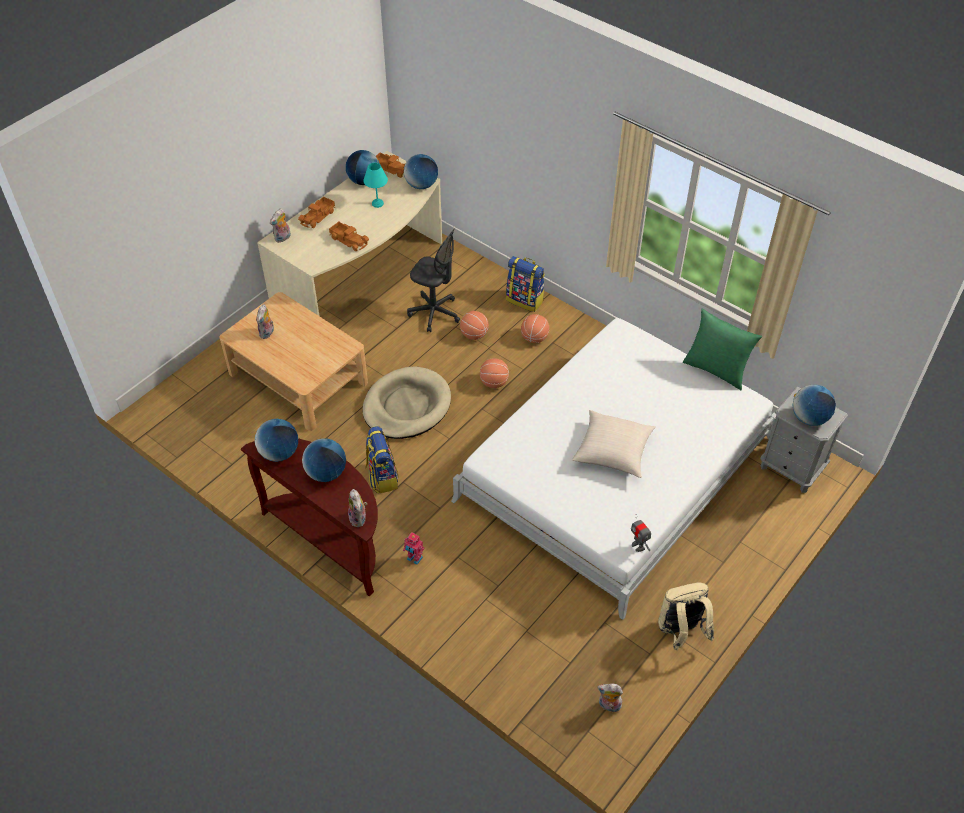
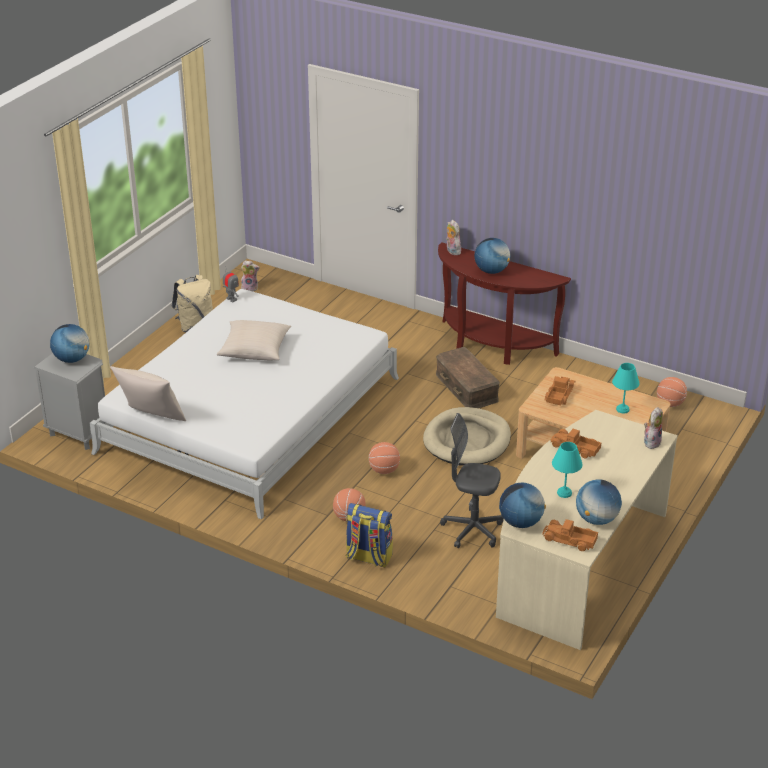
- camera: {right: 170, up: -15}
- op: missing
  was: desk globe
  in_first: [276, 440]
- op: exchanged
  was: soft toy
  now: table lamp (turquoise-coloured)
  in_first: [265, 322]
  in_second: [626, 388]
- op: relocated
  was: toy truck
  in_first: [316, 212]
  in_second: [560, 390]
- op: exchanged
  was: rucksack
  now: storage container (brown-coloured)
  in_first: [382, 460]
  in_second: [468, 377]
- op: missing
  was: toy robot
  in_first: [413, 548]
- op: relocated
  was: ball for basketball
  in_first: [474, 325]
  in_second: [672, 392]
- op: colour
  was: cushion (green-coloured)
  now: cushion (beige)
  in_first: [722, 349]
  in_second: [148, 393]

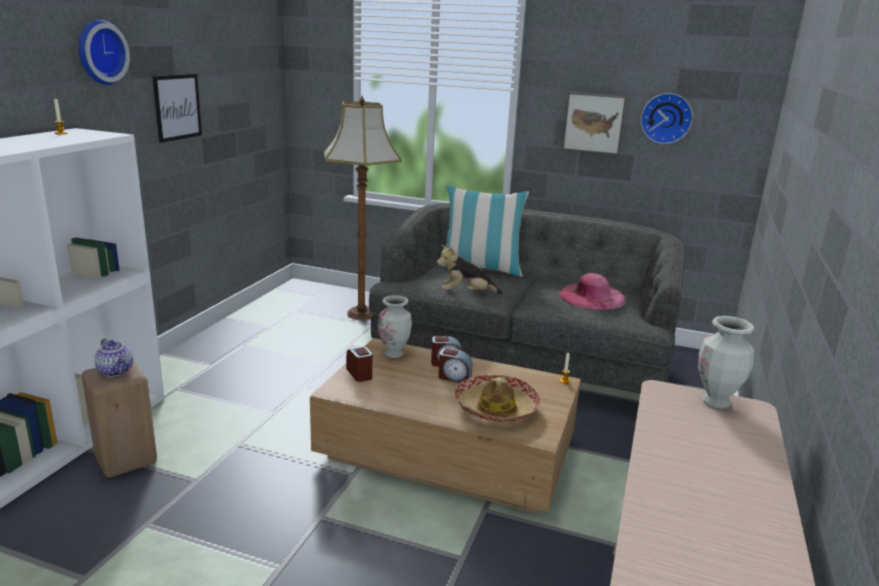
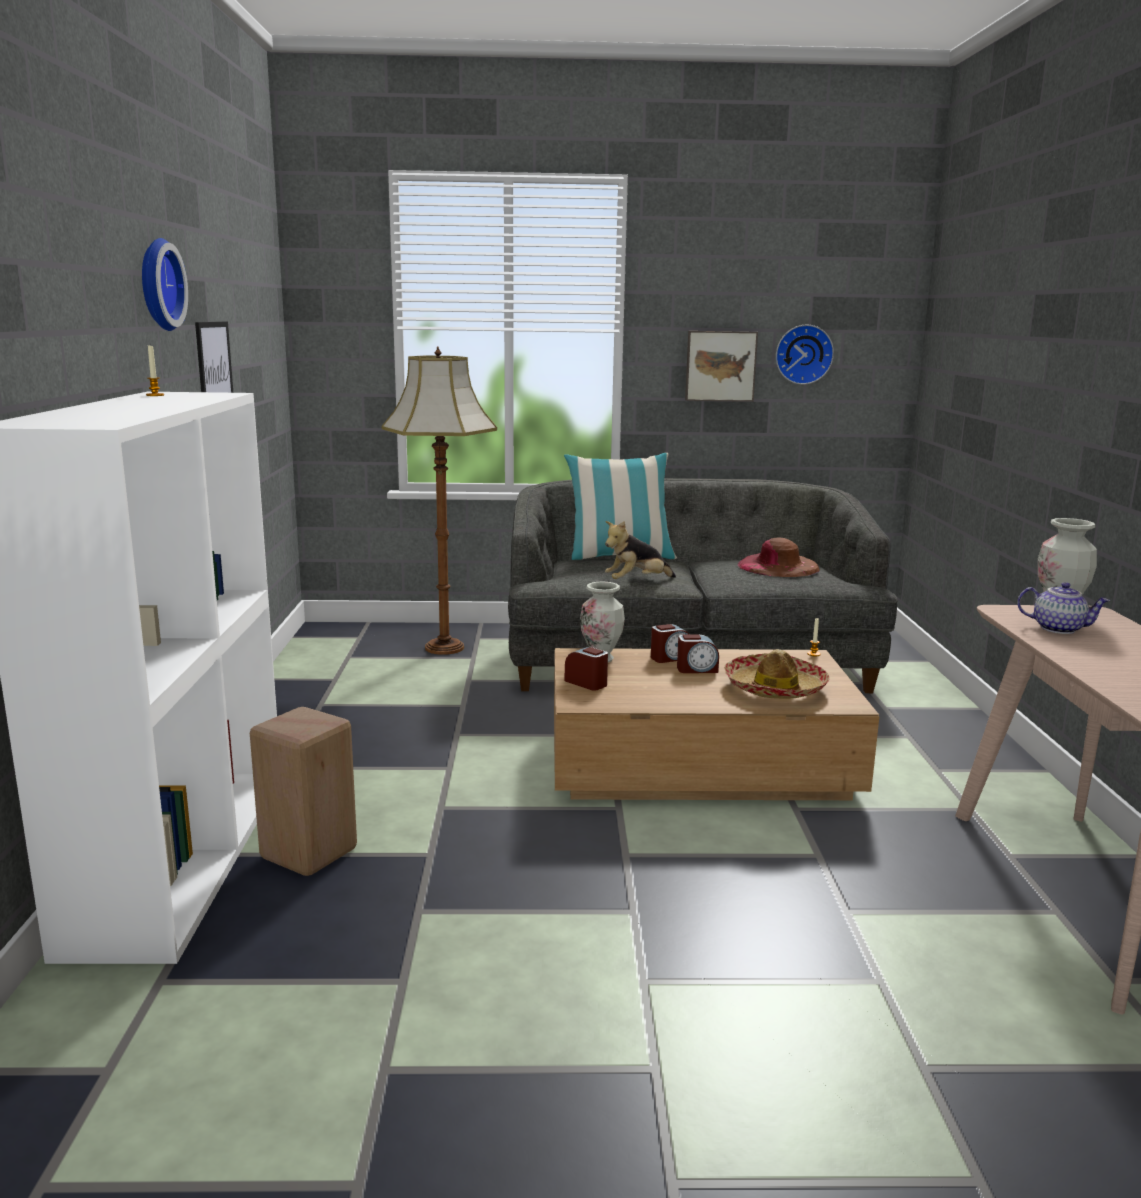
- camera: {right: -20, up: -5}
- op: relocated
  was: teapot
  in_first: [113, 358]
  in_second: [1063, 608]
- op: colour
  was: clothing hat (pink)
  now: clothing hat (brown-coloured)
  in_first: [592, 291]
  in_second: [778, 557]

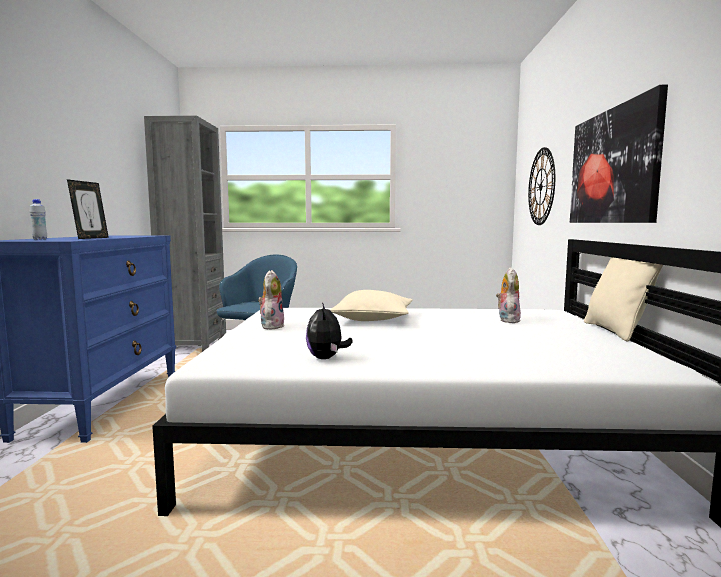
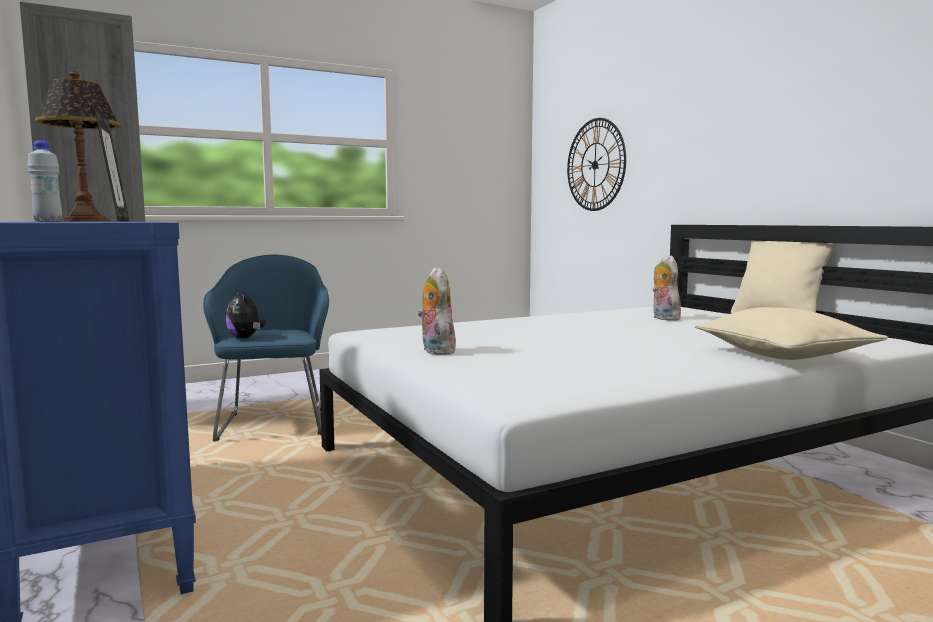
- camera: {right: -30, up: 0}
- op: relocated
  was: soft toy
  in_first: [329, 331]
  in_second: [245, 314]
- op: relocated
  was: cushion (beige)
  in_first: [371, 305]
  in_second: [791, 333]
- op: missing
  was: picture
  in_first: [619, 154]
- op: appeared
  now: table lamp
  in_second: [78, 146]

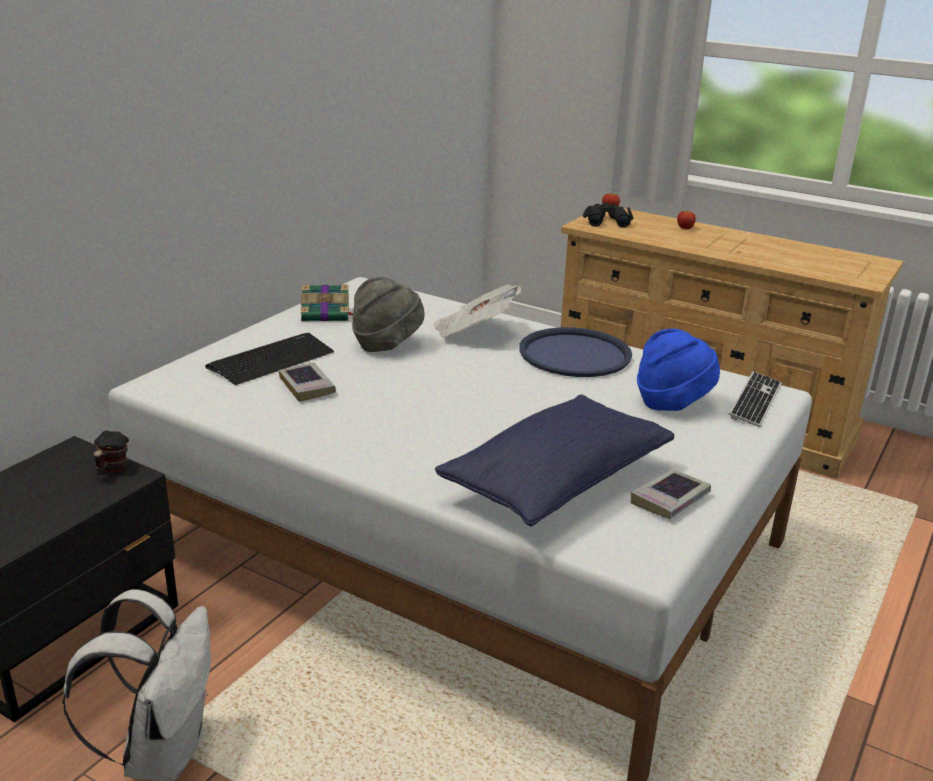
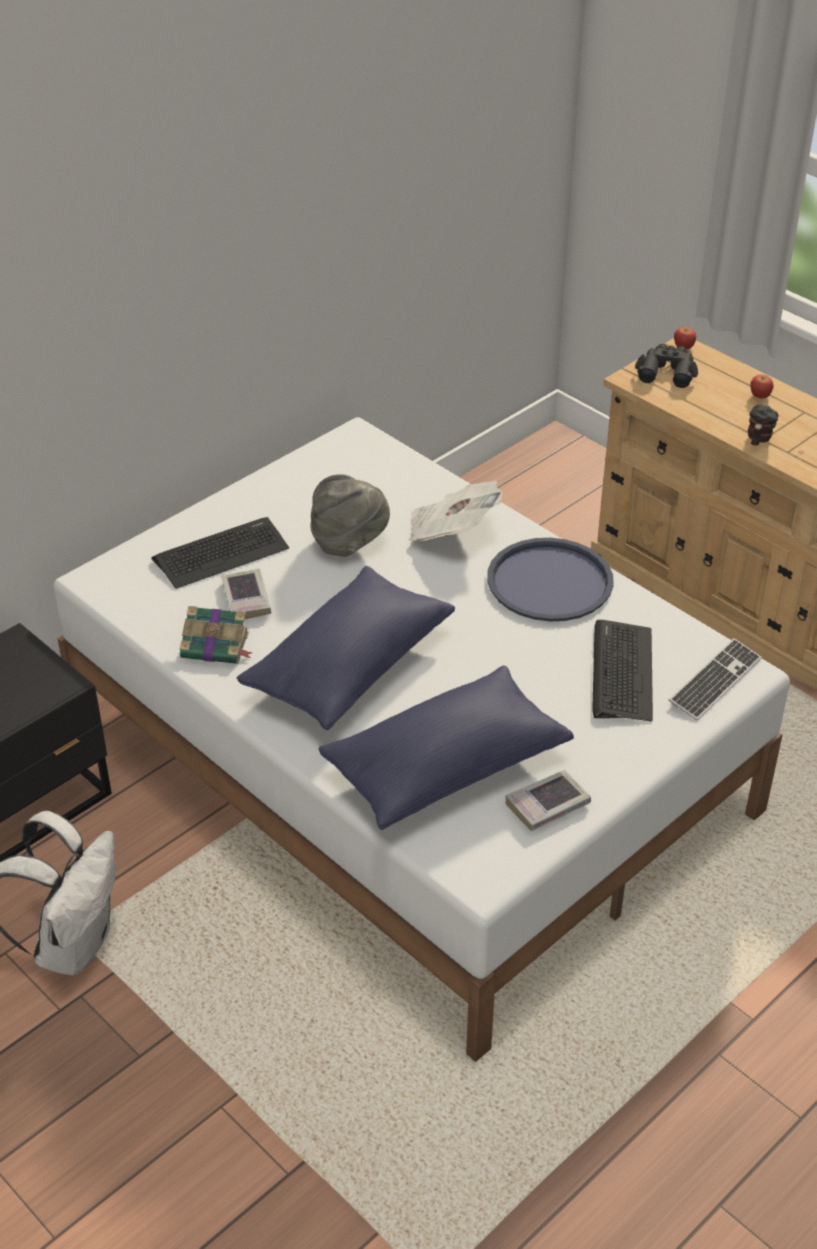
- camera: {right: 15, up: 15}
- op: relocated
  was: mug
  in_first: [111, 453]
  in_second: [763, 425]
- op: relocated
  was: volume
  in_first: [327, 303]
  in_second: [216, 635]
- op: exchanged
  was: clothing hat (blue)
  now: keyboard
  in_first: [678, 369]
  in_second: [622, 670]
- op: appeared
  now: cushion (blue)
  in_second: [346, 648]

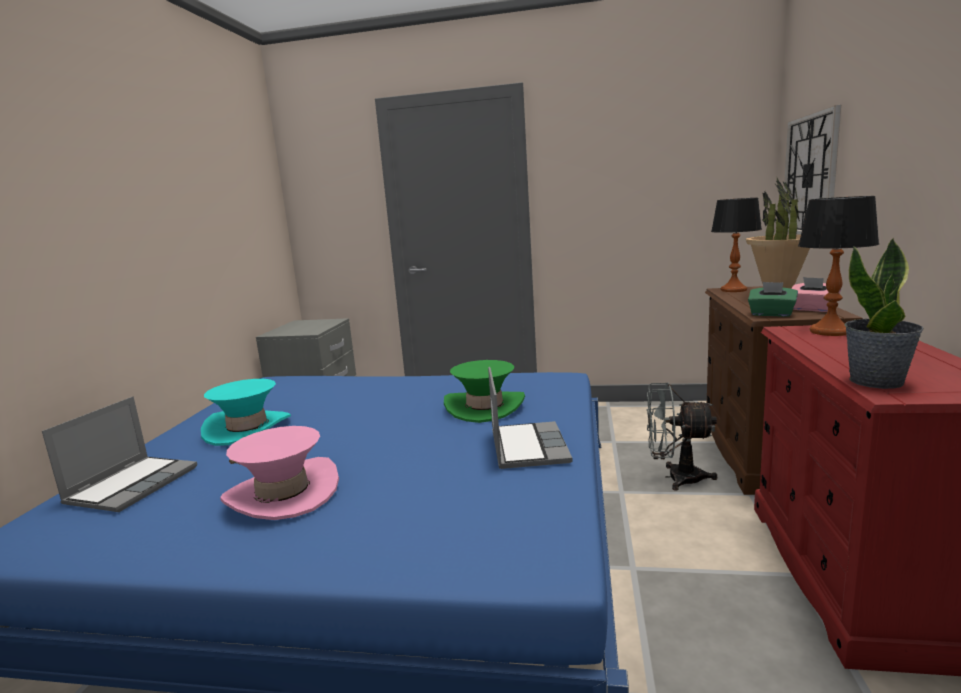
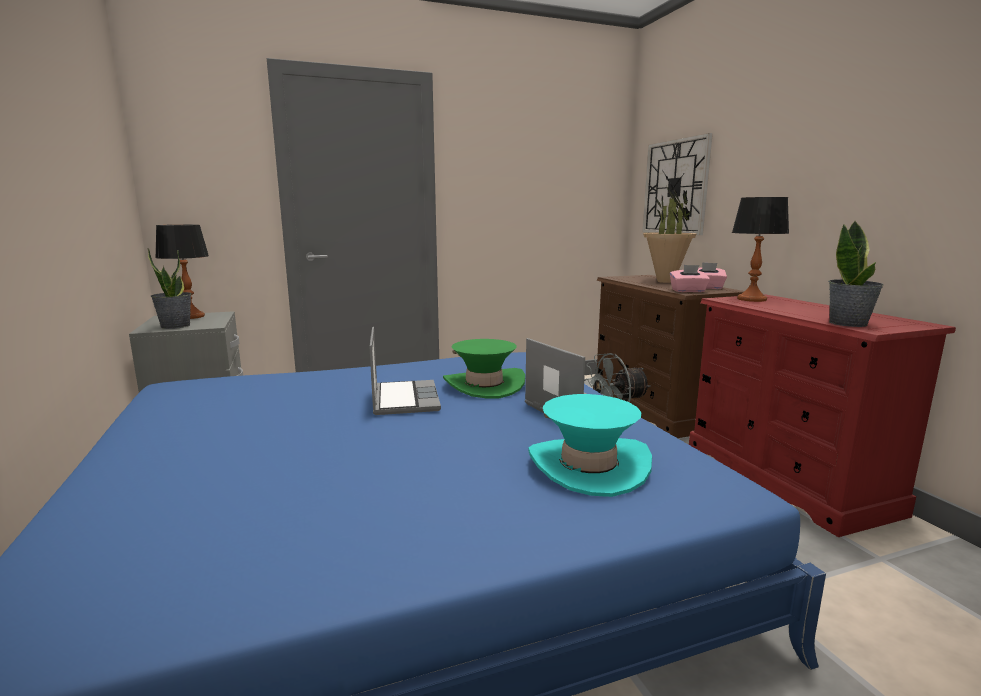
- camera: {right: -30, up: 0}
- op: relocated
  was: notebook computer
  in_first: [119, 454]
  in_second: [405, 371]
- op: relocated
  was: clothing hat (turquoise-coloured)
  in_first: [246, 412]
  in_second: [590, 445]
- op: missing
  was: clothing hat (pink)
  in_first: [279, 473]
- op: relocated
  was: table lamp
  in_first: [736, 245]
  in_second: [182, 272]
- op: colour
  was: box of tissues (green-coloured)
  now: box of tissues (pink)
  in_first: [773, 299]
  in_second: [690, 278]
- op: appeared
  now: potted plant
  in_second: [169, 288]

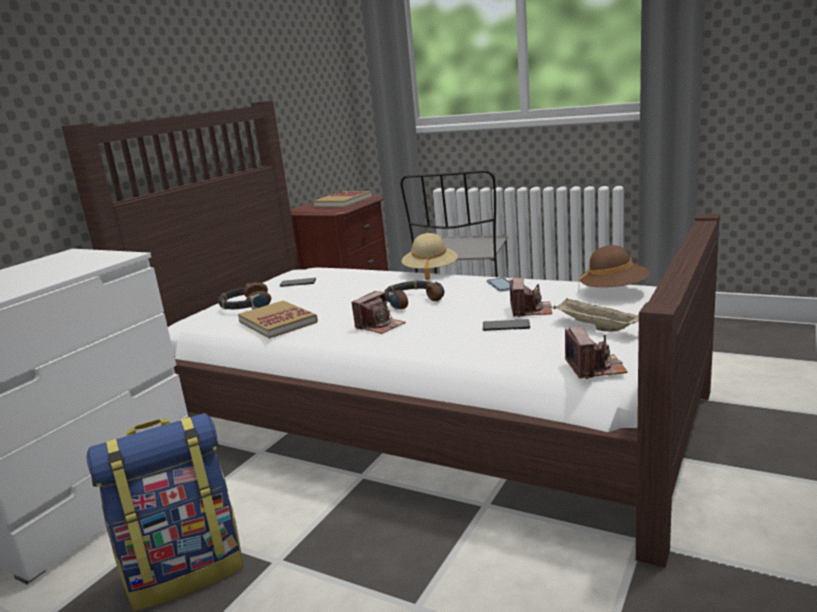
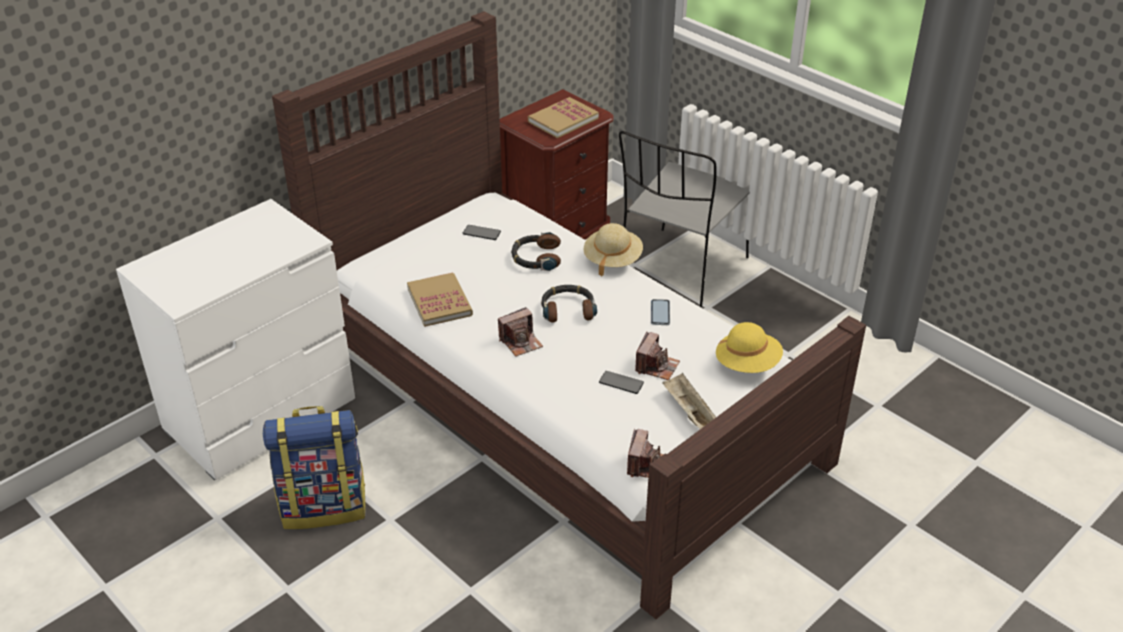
- camera: {right: 15, up: 20}
- op: relocated
  was: headphones
  in_first: [244, 296]
  in_second: [536, 251]
- op: colour
  was: clothing hat (brown-coloured)
  now: clothing hat (yellowish)
  in_first: [614, 266]
  in_second: [749, 347]

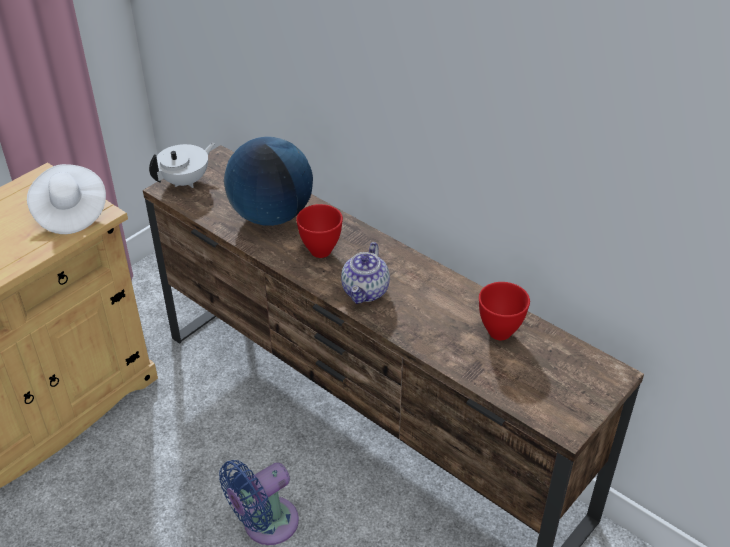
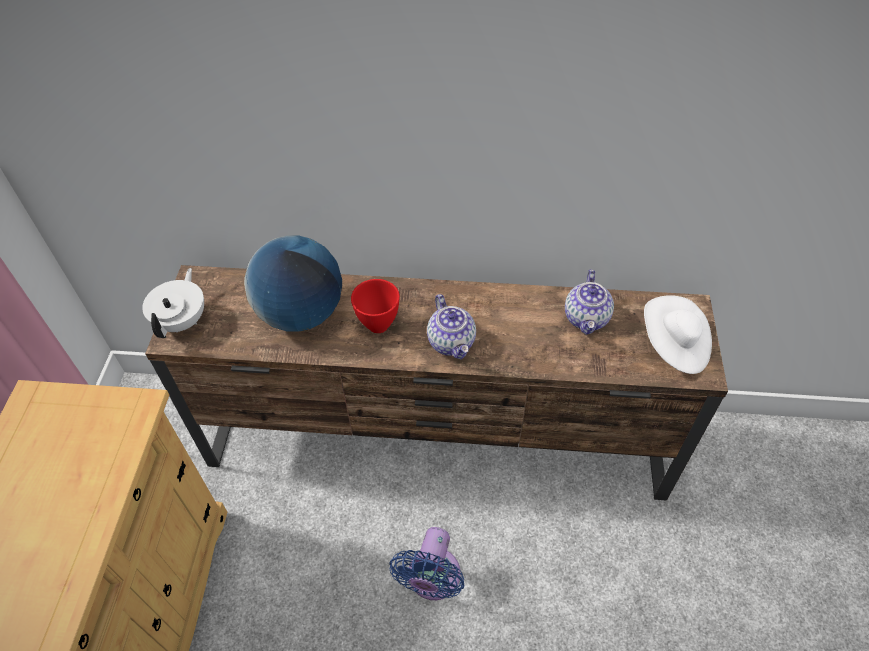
- camera: {right: -35, up: 10}
- op: relocated
  was: clothing hat (white-coloured)
  in_first: [66, 199]
  in_second: [678, 334]
- op: exchanged
  was: bowl (red-coloured)
  now: teapot
  in_first: [504, 311]
  in_second: [589, 302]

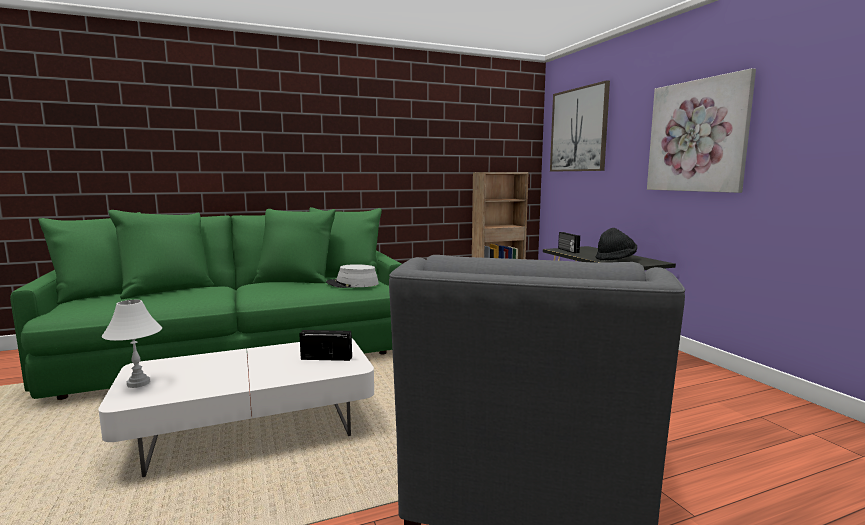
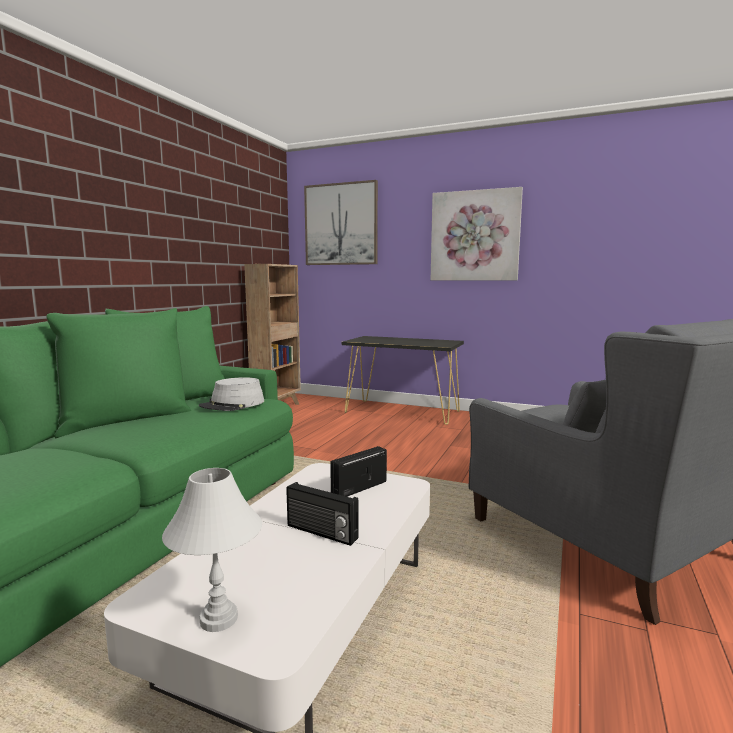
- camera: {right: -45, up: 0}
- op: relocated
  was: radio receiver
  in_first: [569, 242]
  in_second: [322, 514]
- op: missing
  was: clothing hat (black)
  in_first: [616, 244]

